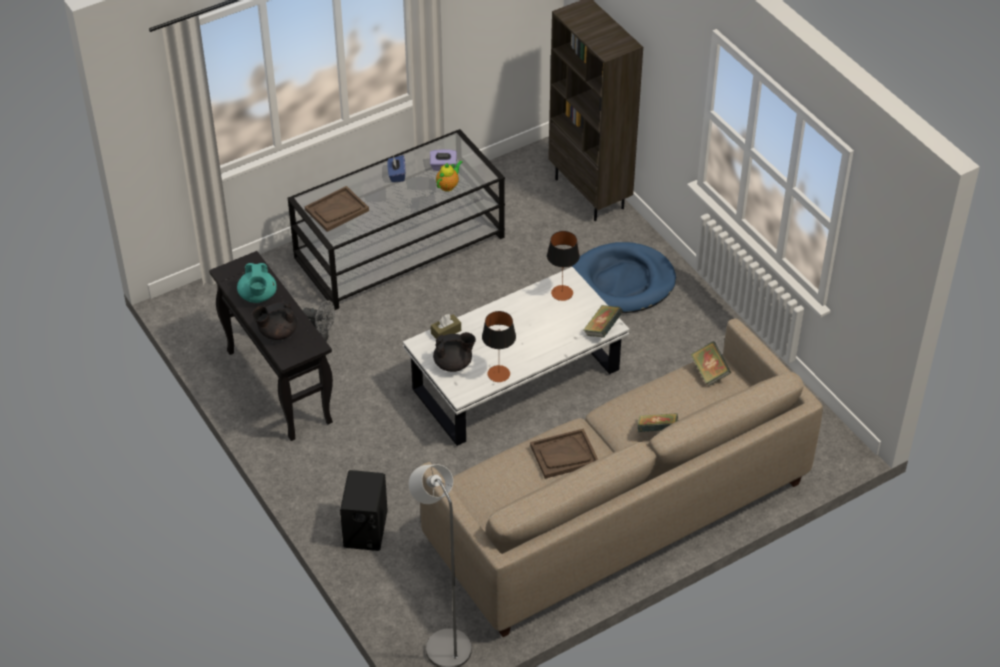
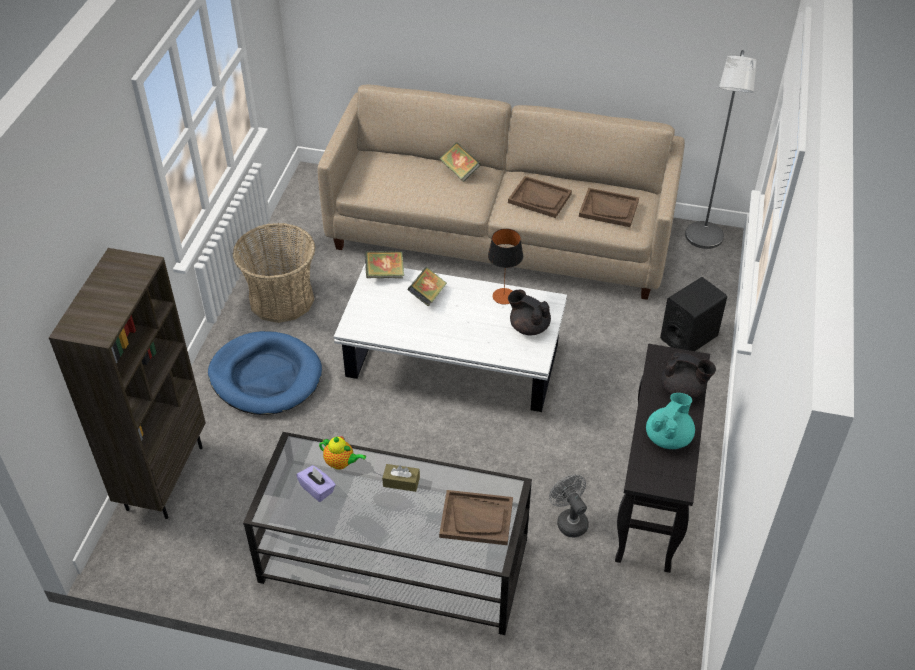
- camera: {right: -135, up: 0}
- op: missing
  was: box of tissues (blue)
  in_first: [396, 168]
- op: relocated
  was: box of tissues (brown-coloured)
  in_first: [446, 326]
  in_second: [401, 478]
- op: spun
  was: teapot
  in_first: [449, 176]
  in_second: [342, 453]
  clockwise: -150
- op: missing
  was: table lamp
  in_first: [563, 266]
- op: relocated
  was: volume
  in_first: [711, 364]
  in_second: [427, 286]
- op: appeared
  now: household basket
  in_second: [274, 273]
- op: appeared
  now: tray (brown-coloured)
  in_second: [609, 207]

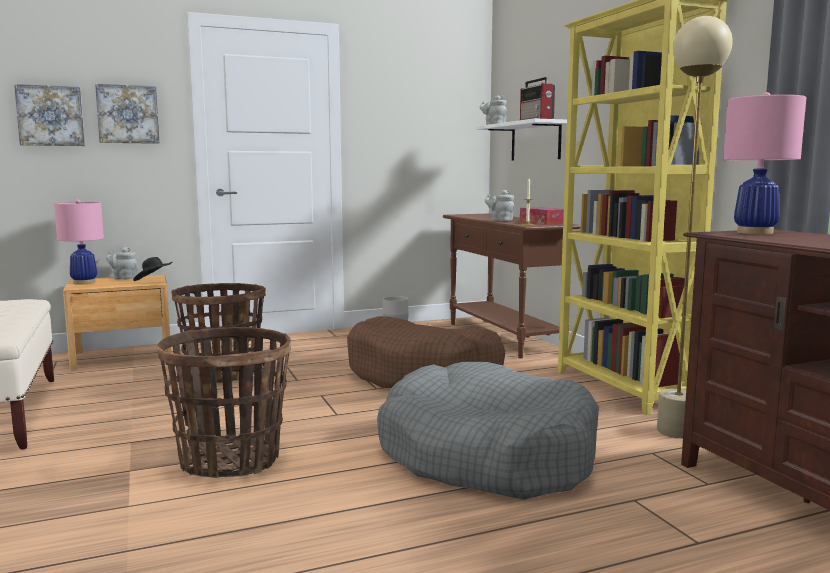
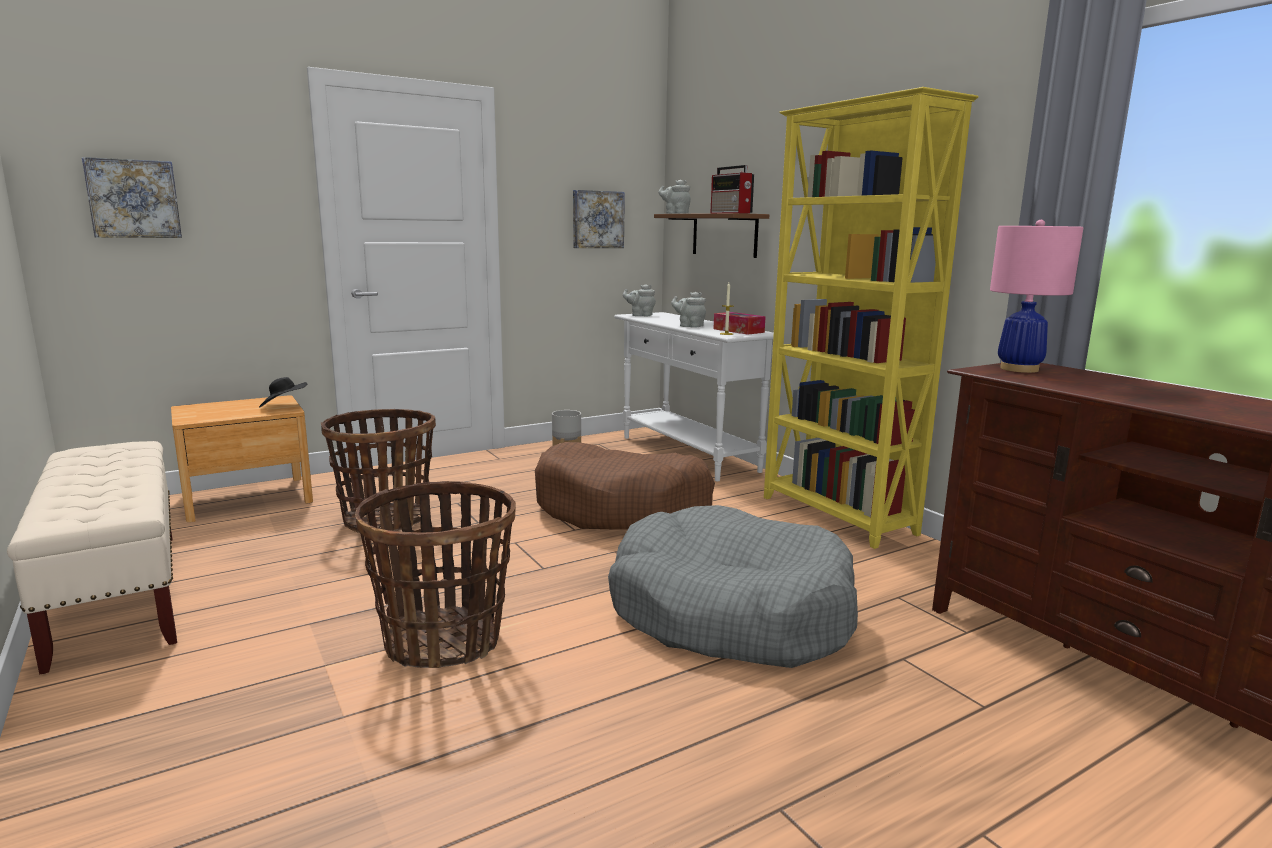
- camera: {right: -10, up: 5}
- op: missing
  was: table lamp (pink)
  in_first: [79, 242]
- op: relocated
  was: picture
  in_first: [127, 114]
  in_second: [599, 219]
- op: relocated
  was: teapot (greyish)
  in_first: [121, 263]
  in_second: [639, 300]
- op: colour
  was: narrow table (brown-coloured)
  now: narrow table (white-coloured)
  in_first: [512, 286]
  in_second: [694, 396]
- op: colour
  was: shelf (white-coloured)
  now: shelf (brown-coloured)
  in_first: [521, 139]
  in_second: [711, 235]
- op: missing
  was: standard lamp (beige)
  in_first: [695, 227]

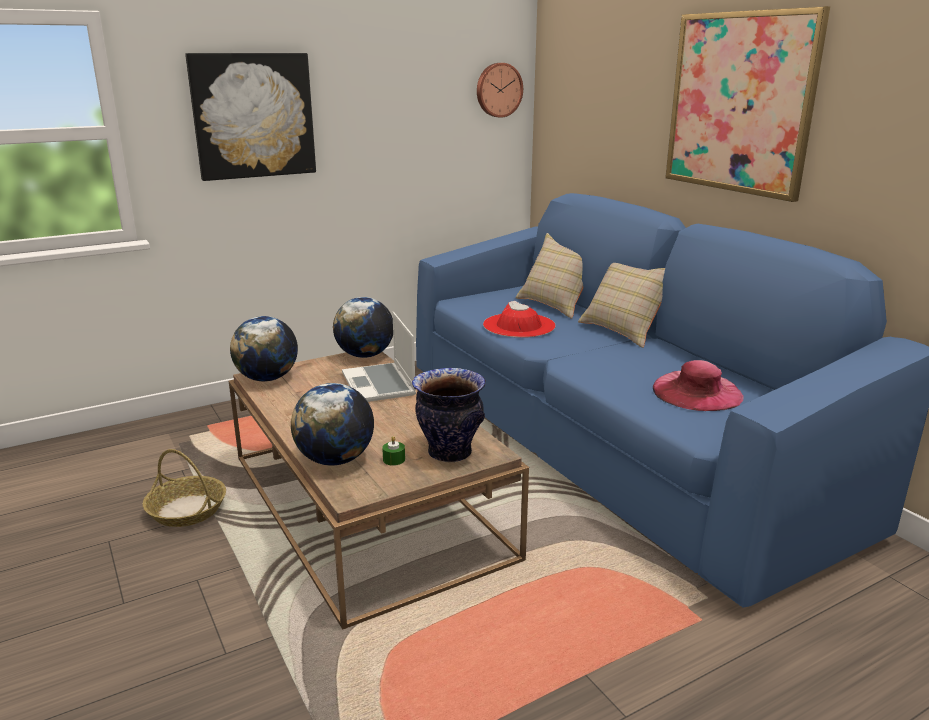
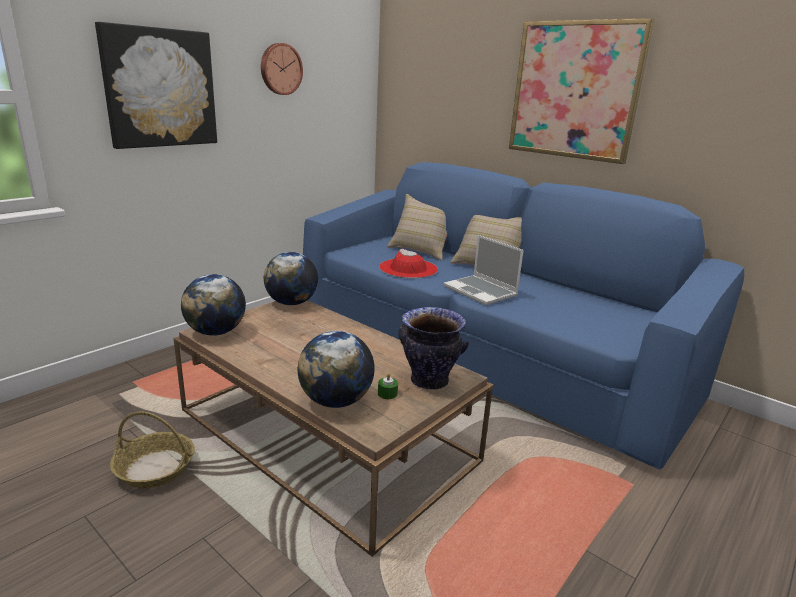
- camera: {right: -20, up: 0}
- op: relocated
  was: notebook computer
  in_first: [379, 357]
  in_second: [483, 270]
- op: relocated
  was: wall clock
  in_first: [500, 90]
  in_second: [282, 69]
- op: missing
  was: clothing hat (pink)
  in_first: [698, 385]

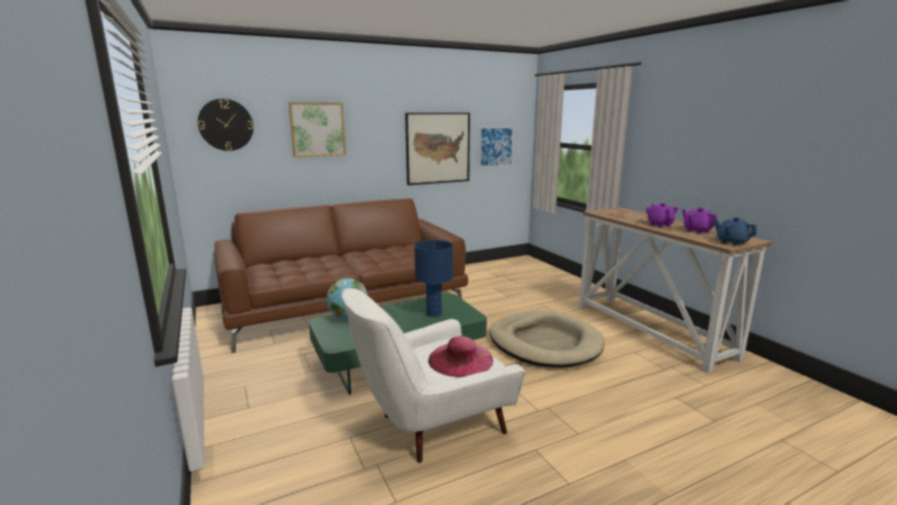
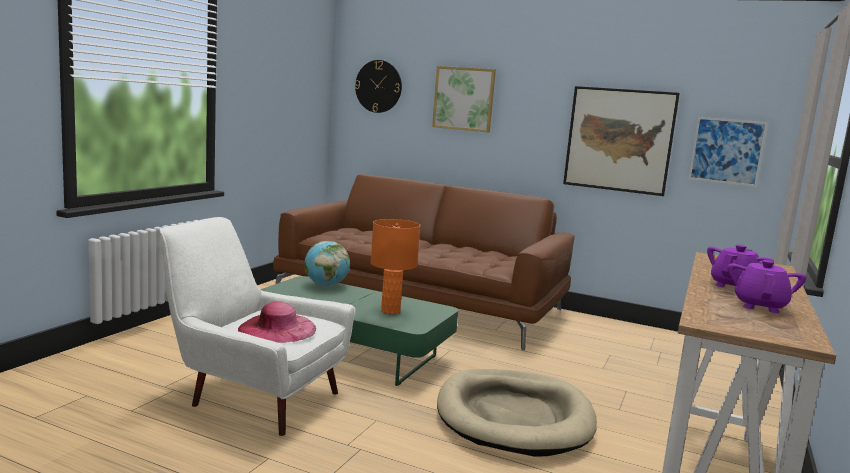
- camera: {right: 50, up: -5}
- op: colour
  was: table lamp (blue)
  now: table lamp (orange)
  in_first: [433, 278]
  in_second: [396, 266]
- op: missing
  was: teapot (blue)
  in_first: [735, 231]

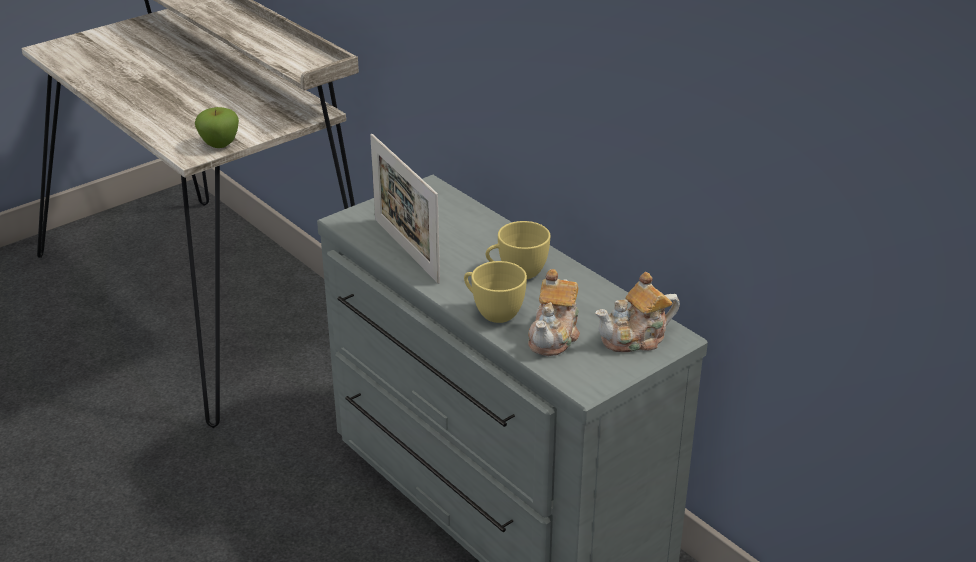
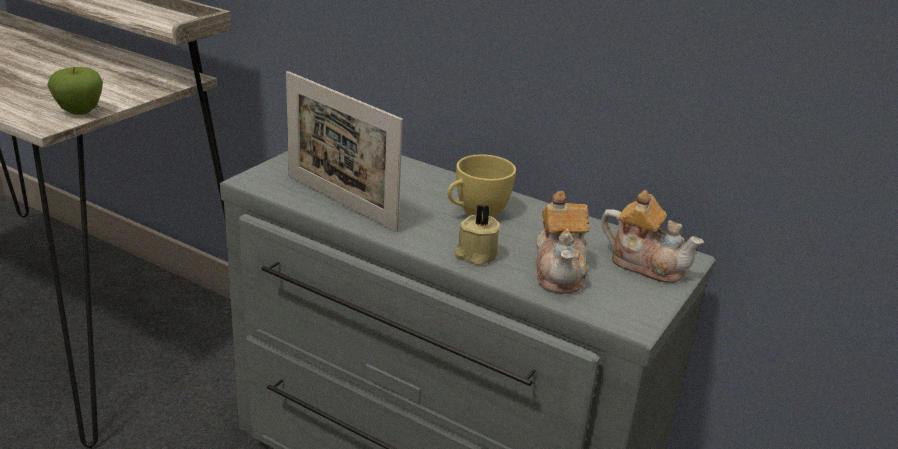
- camera: {right: -20, up: -5}
- op: exchanged
  was: drinking cup (yellowish)
  now: wax candle (beige)
  in_first: [495, 292]
  in_second: [478, 234]
- op: spun
  was: teapot
  in_first: [637, 312]
  in_second: [652, 236]
  clockwise: -105

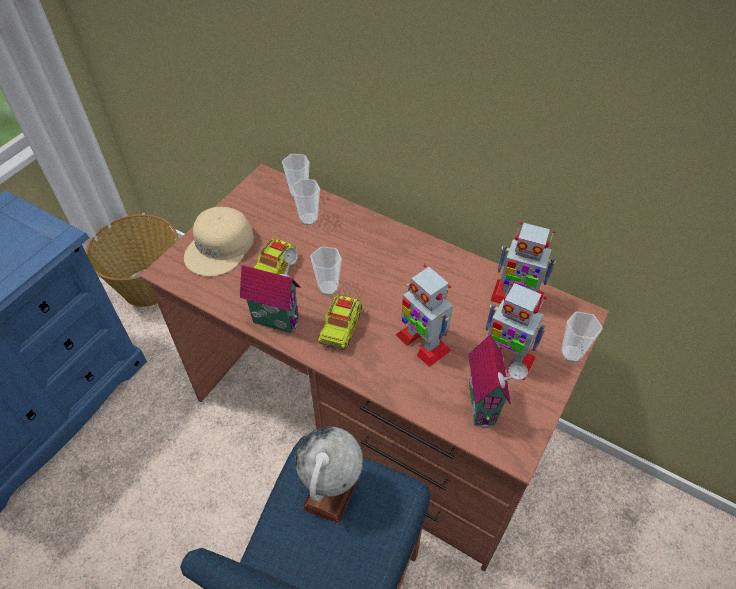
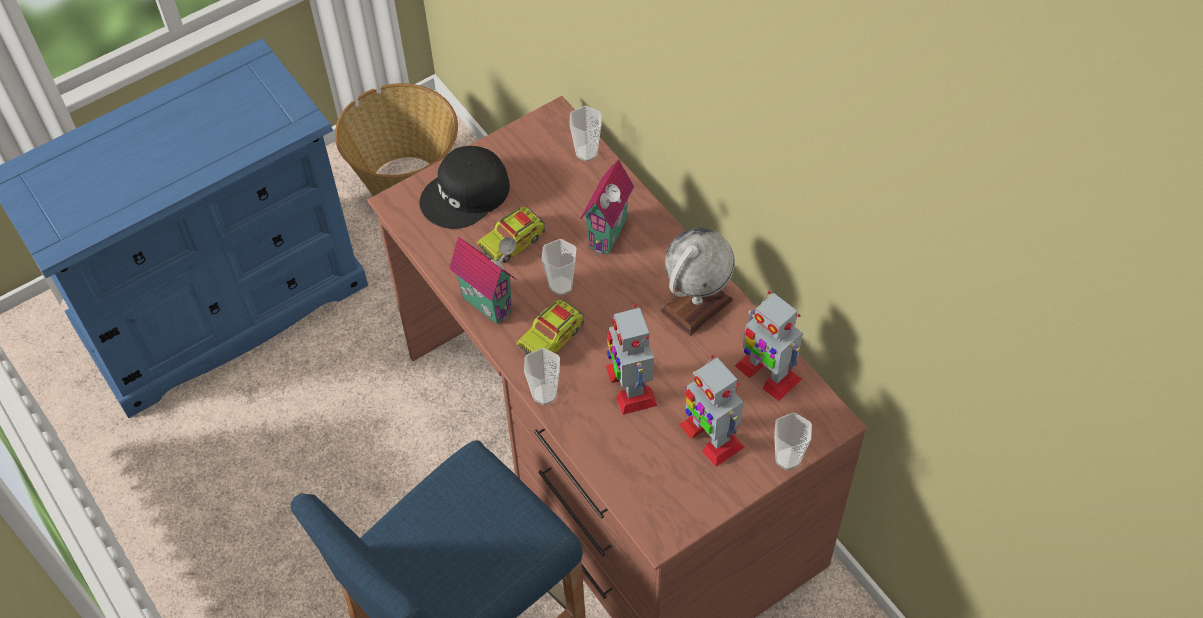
- camera: {right: 25, up: 5}
- op: colour
  was: baseball cap (beige)
  now: baseball cap (black)
  in_first: [219, 241]
  in_second: [464, 187]
- op: relocated
  was: drinking cup
  in_first: [305, 202]
  in_second: [542, 376]
- op: relocated
  was: desk globe
  in_first: [329, 475]
  in_second: [697, 282]
- op: relocated
  was: model house
  in_first: [498, 381]
  in_second: [607, 207]

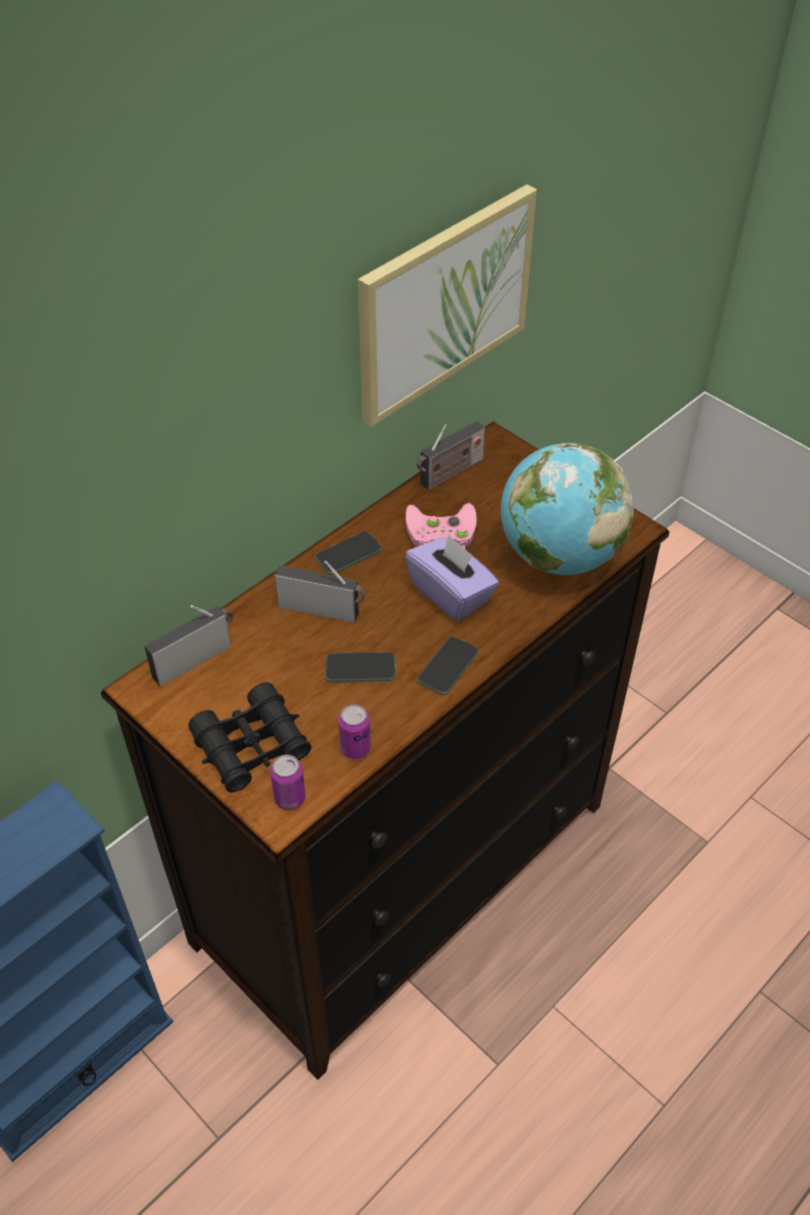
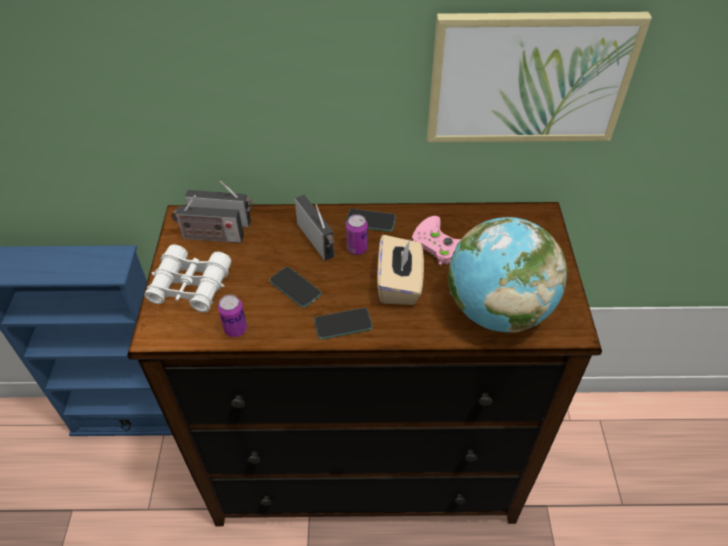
- camera: {right: 45, up: 0}
- op: colour
  was: binoculars (black)
  now: binoculars (white-coloured)
  in_first: [249, 737]
  in_second: [187, 278]
- op: relocated
  was: metal can
  in_first: [288, 782]
  in_second: [357, 234]
- op: colour
  was: box of tissues (purplish)
  now: box of tissues (beige)
  in_first: [452, 577]
  in_second: [400, 270]
- op: relocated
  was: radio receiver
  in_first: [451, 455]
  in_second: [207, 219]

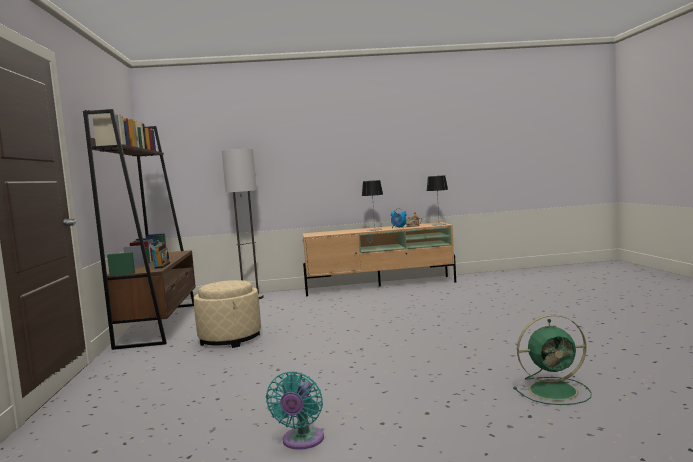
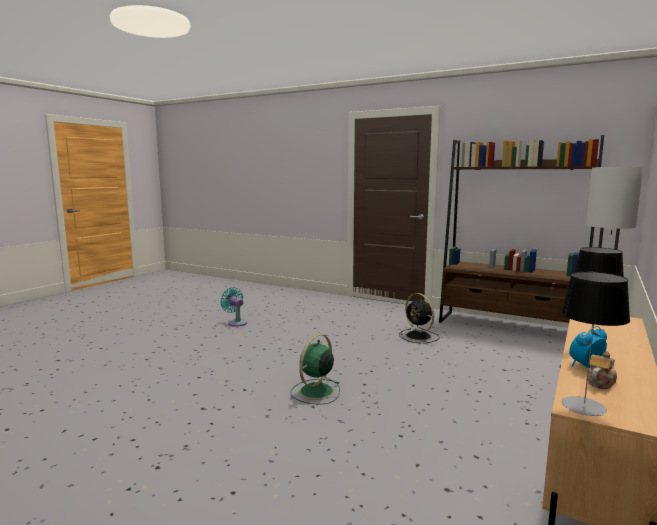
- camera: {right: 125, up: 5}
- op: missing
  was: radio receiver
  in_first: [159, 254]
- op: exchanged
  was: footrest (beige)
  now: cooling fan (black)
  in_first: [227, 314]
  in_second: [419, 318]
- op: relocated
  was: cooling fan (green-coloured)
  in_first: [552, 359]
  in_second: [315, 369]

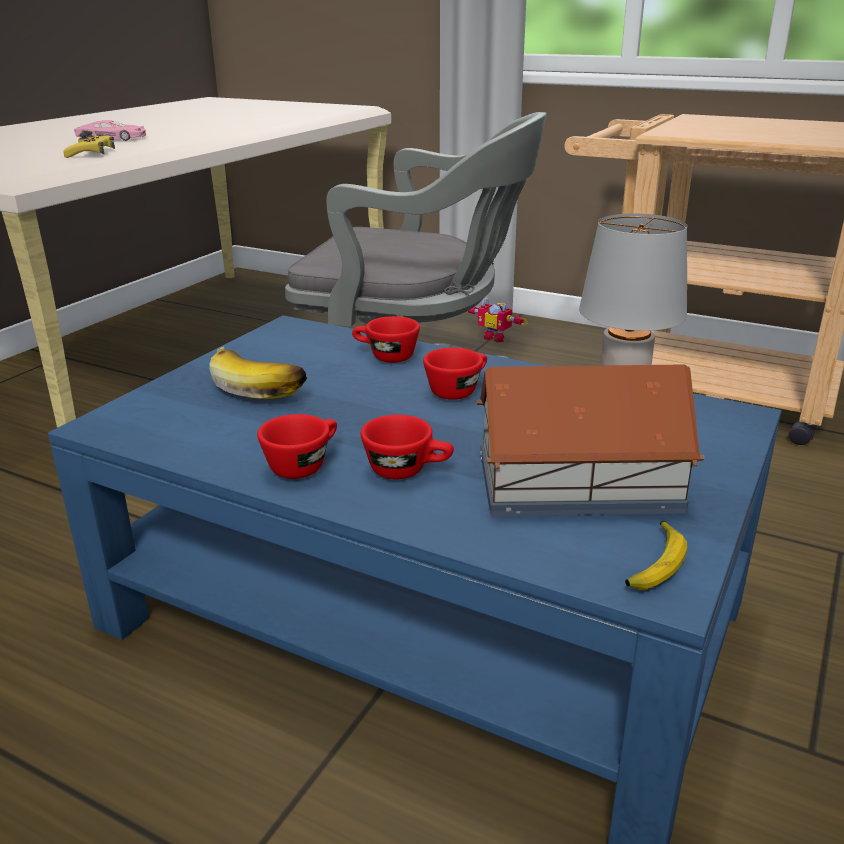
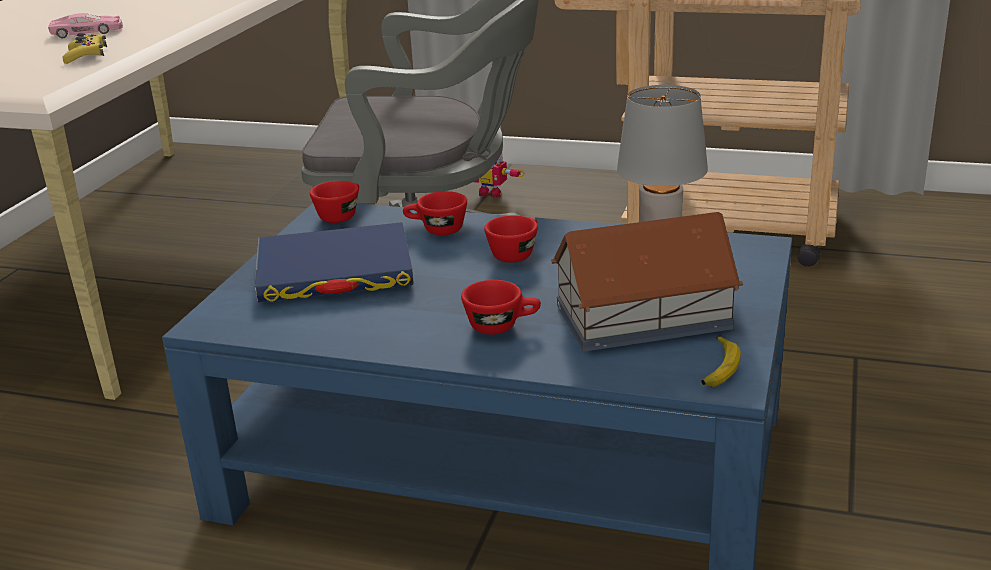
- camera: {right: -10, up: 0}
- op: exchanged
  was: banana fruit
  now: volume (blue)
  in_first: [258, 373]
  in_second: [334, 262]
- op: relocated
  was: drinking cup (red-coloured)
  in_first: [297, 446]
  in_second: [334, 202]

